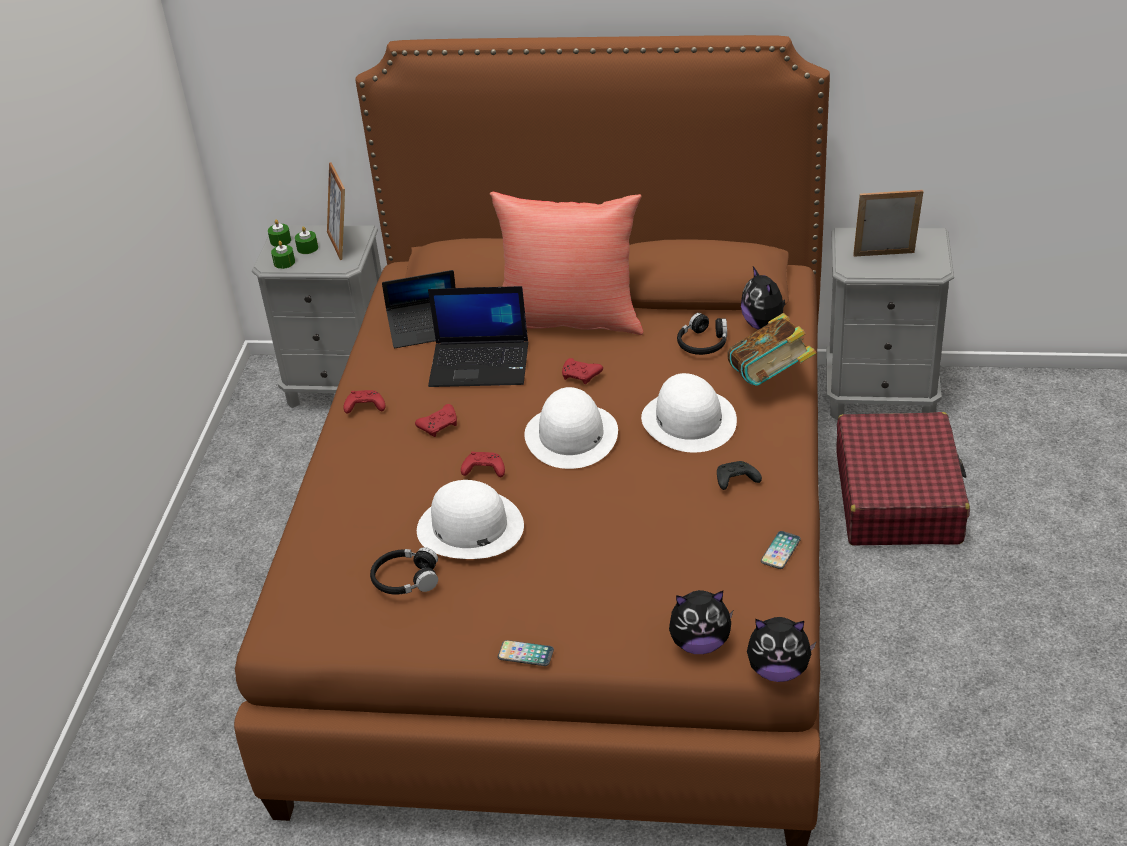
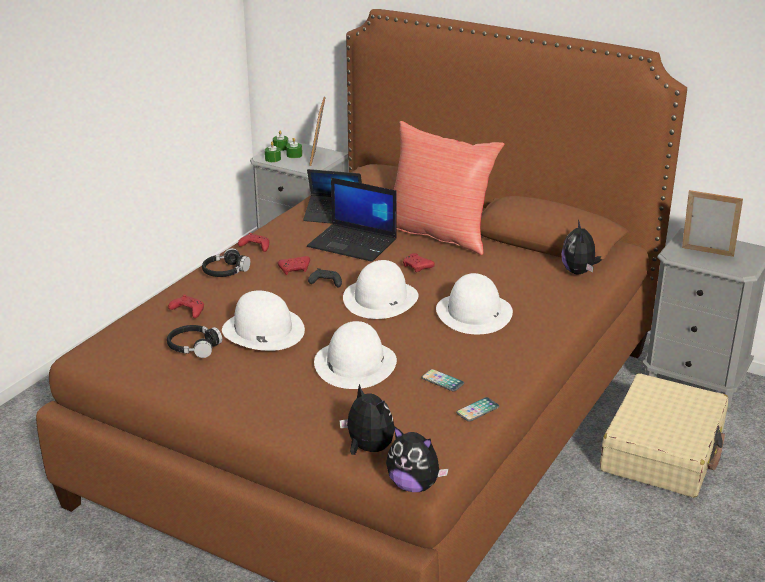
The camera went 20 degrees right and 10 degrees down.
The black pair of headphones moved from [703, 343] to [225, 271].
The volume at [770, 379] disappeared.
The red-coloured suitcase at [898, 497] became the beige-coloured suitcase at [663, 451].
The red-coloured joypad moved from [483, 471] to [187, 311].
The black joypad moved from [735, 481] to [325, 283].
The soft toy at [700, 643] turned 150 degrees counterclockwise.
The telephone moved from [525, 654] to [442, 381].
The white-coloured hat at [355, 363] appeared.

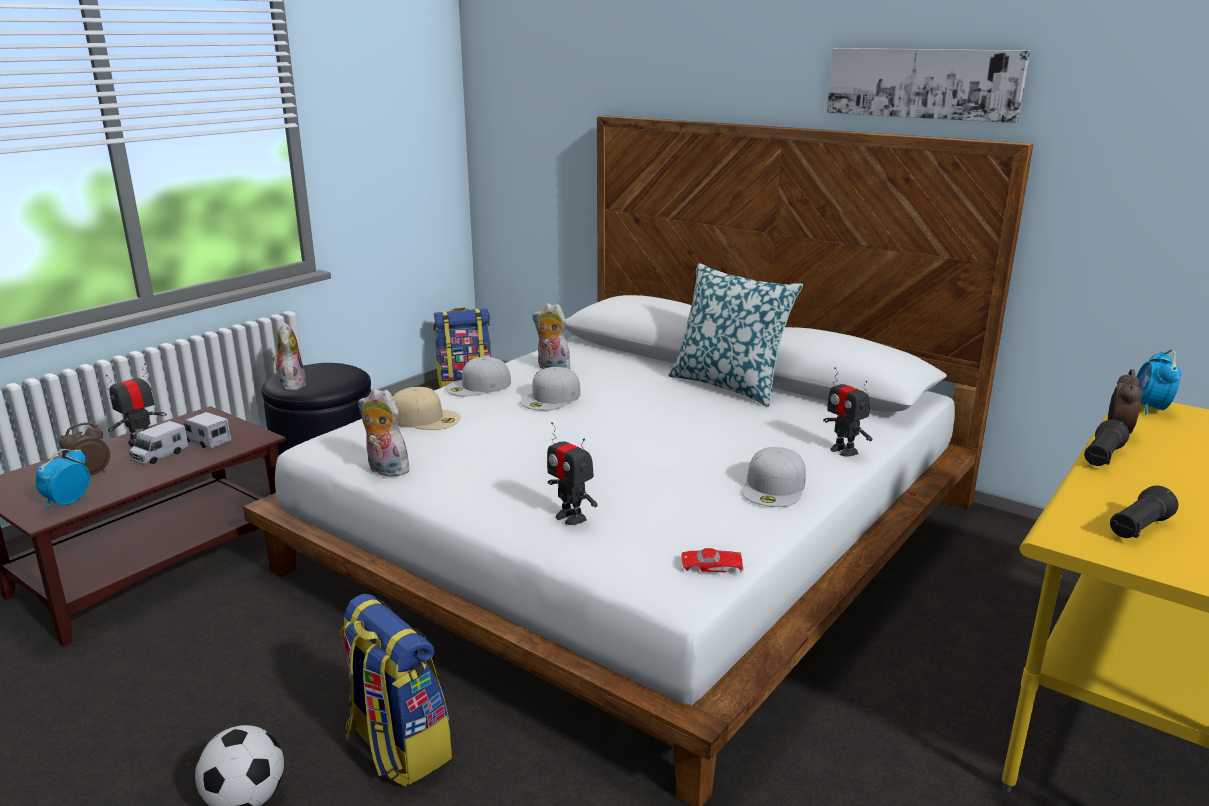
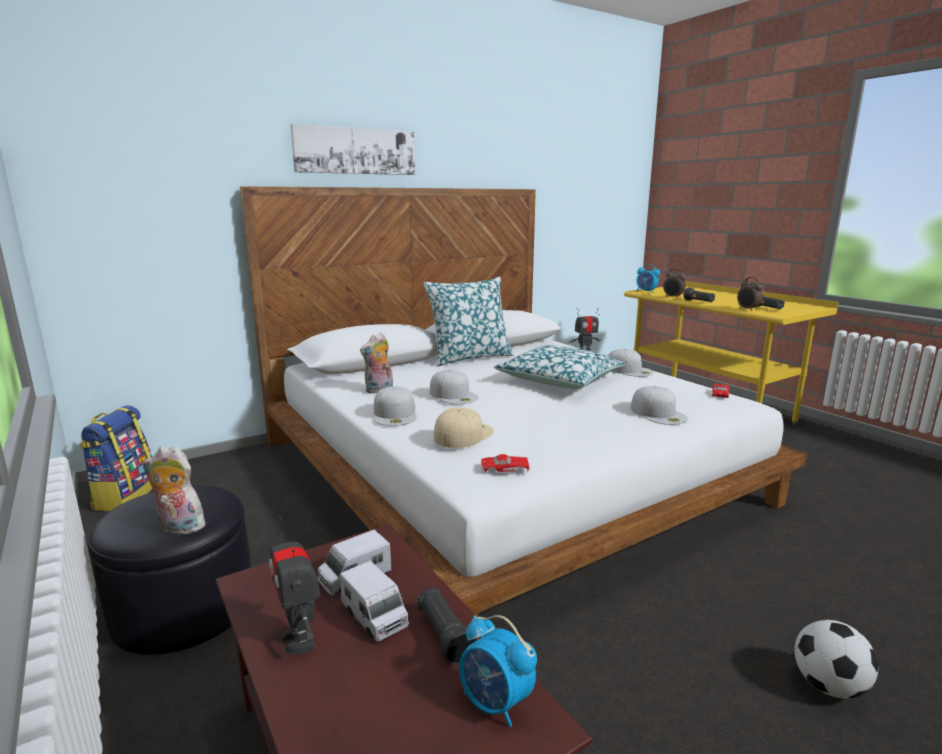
The camera went 70 degrees left and 5 degrees down.
The picture moved from [923, 83] to [355, 151].
The soft toy at [385, 470] disappeared.
The toy robot at [571, 517] was replaced by the white-coloured peaked cap at [658, 413].
The table clock moved from [90, 475] to [747, 309].
The knapsack at [397, 747] disappeared.
The pillow at [560, 380] appeared.
The red-coloured model car at [505, 468] appeared.
The black hand torch at [444, 635] appeared.

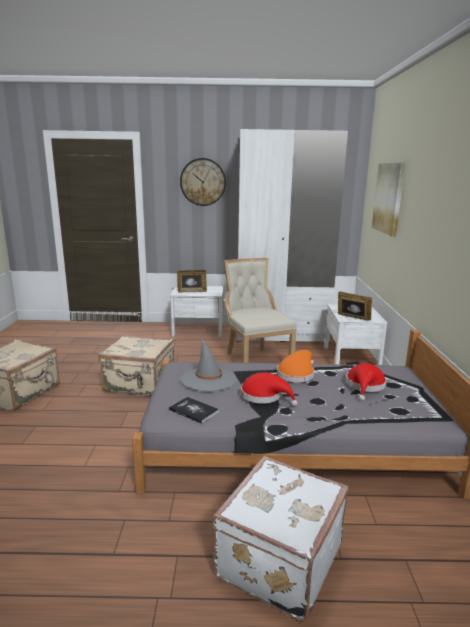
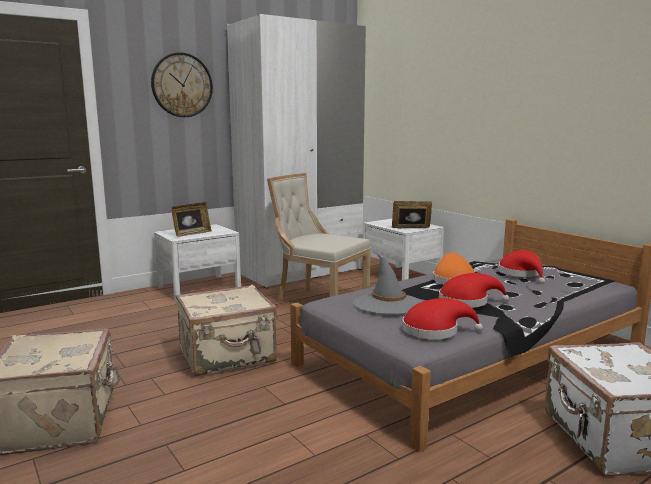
The camera went 35 degrees left and 5 degrees down.
The picture at [389, 198] disappeared.
The volume at [194, 411] was replaced by the red-coloured hat at [434, 330].

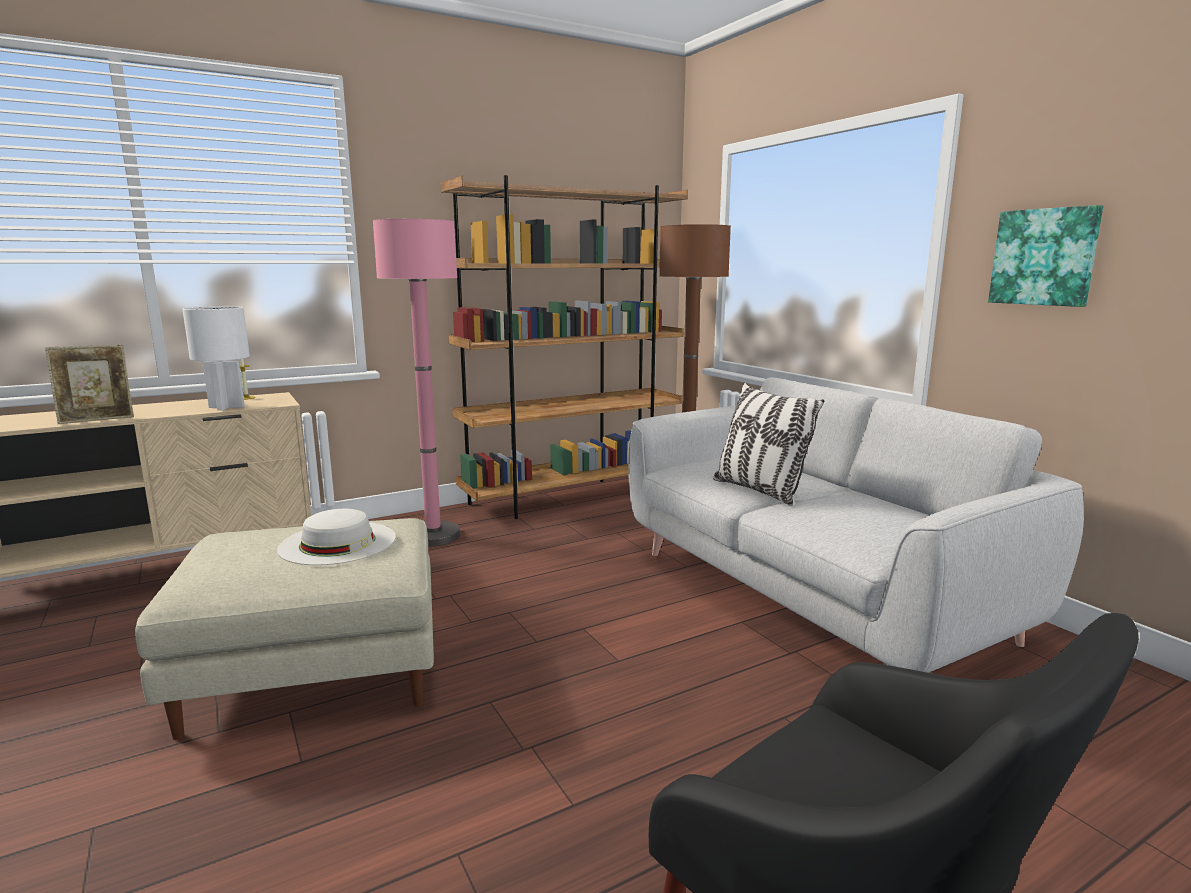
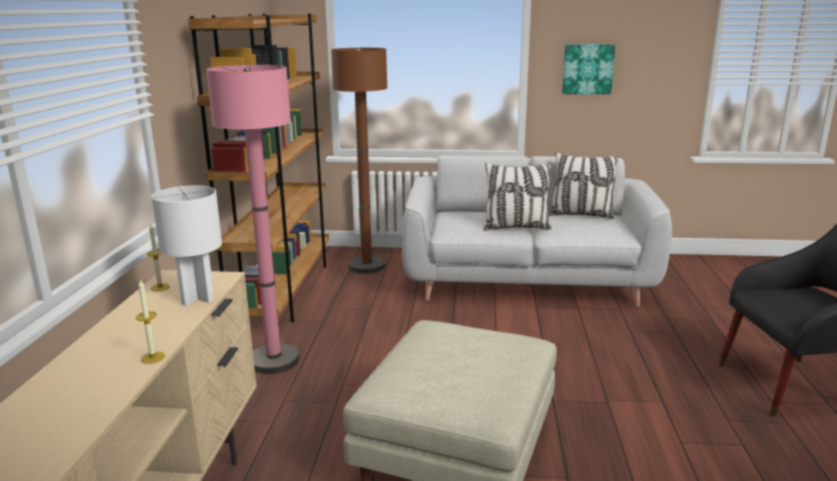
The camera went 55 degrees left and 5 degrees up.
The standing frame at [97, 420] was replaced by the candle at [153, 357].
The white-coloured hat at [338, 542] disappeared.
The pillow at [581, 215] appeared.

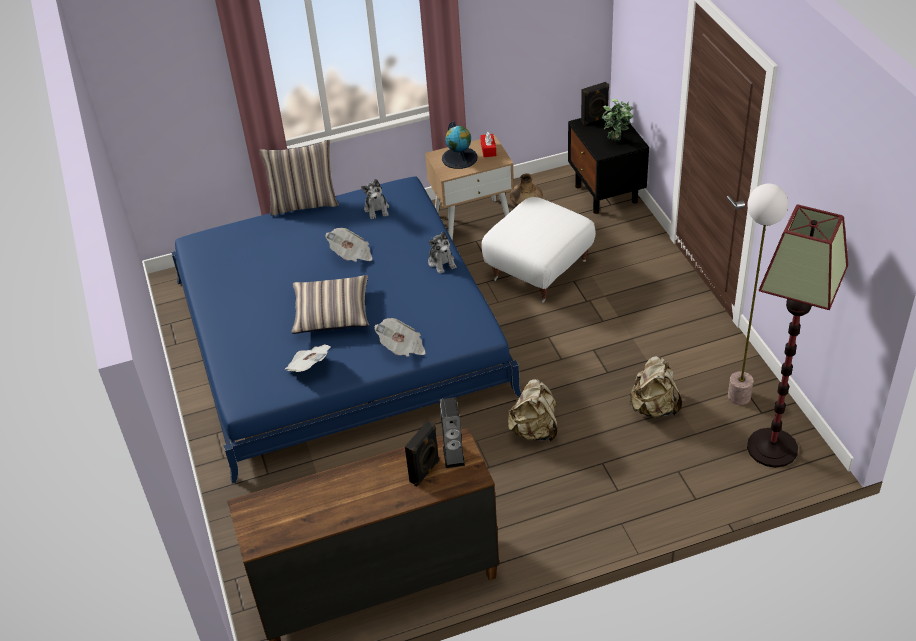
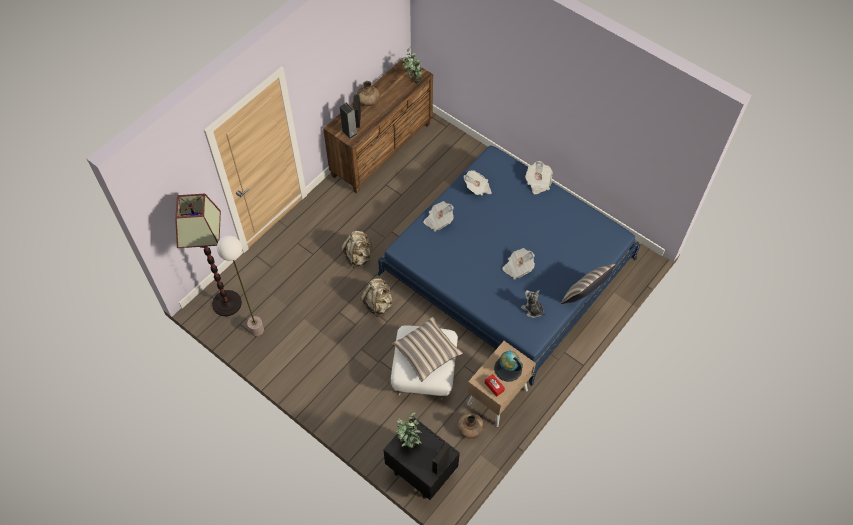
The camera went 145 degrees right and 15 degrees up.
The soft toy at [442, 262] disappeared.
The pillow moved from [332, 312] to [427, 352].
The beige-coloured knapsack moved from [653, 407] to [378, 304].
The potted plant at [412, 80] appeared.
The brown-coloured flower vase at [368, 101] appeared.
The daily paper at [538, 183] appeared.

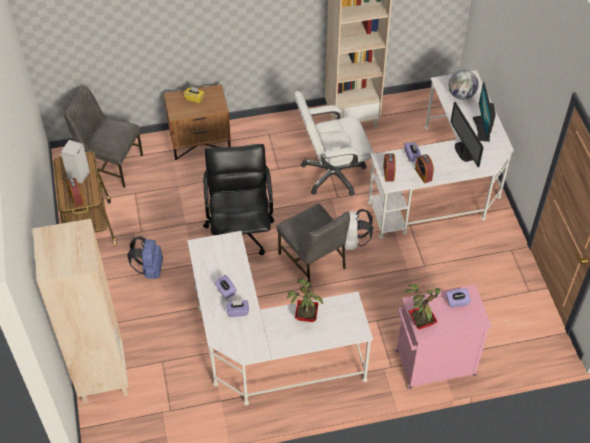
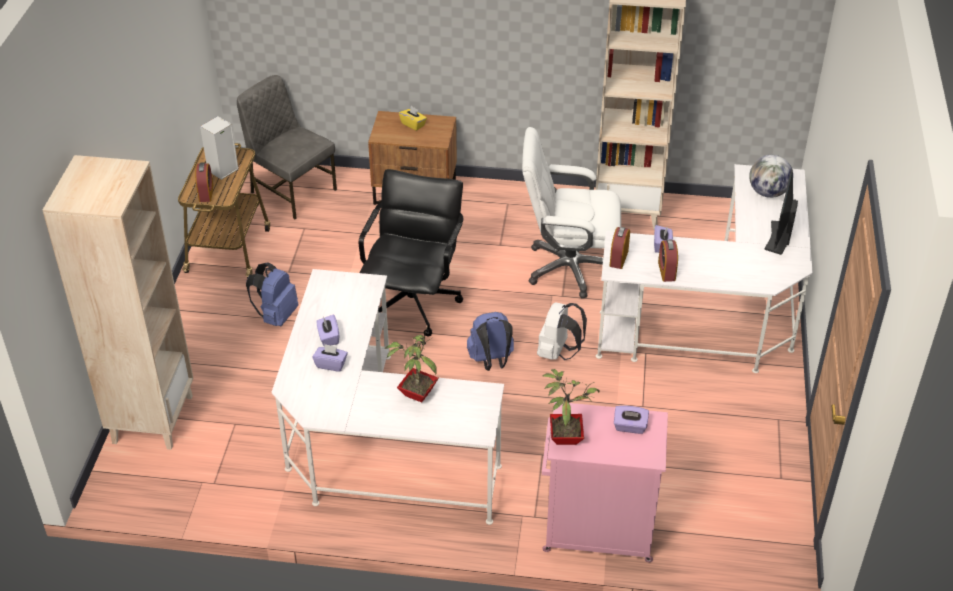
The camera went 20 degrees right and 10 degrees down.
The monitor at [463, 152] disappeared.
The greyish upright chair at [313, 261] was replaced by the blue-coloured knapsack at [491, 361].

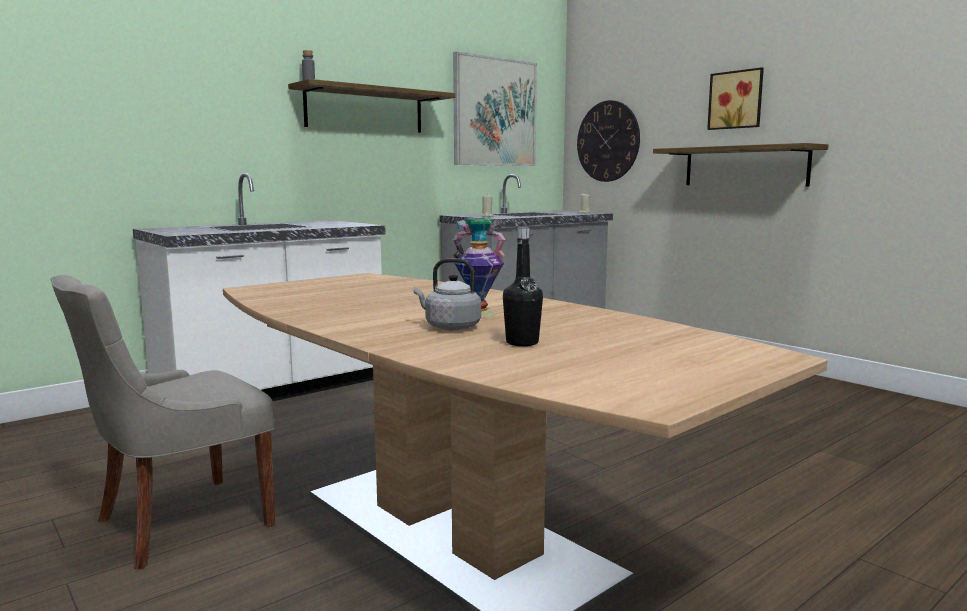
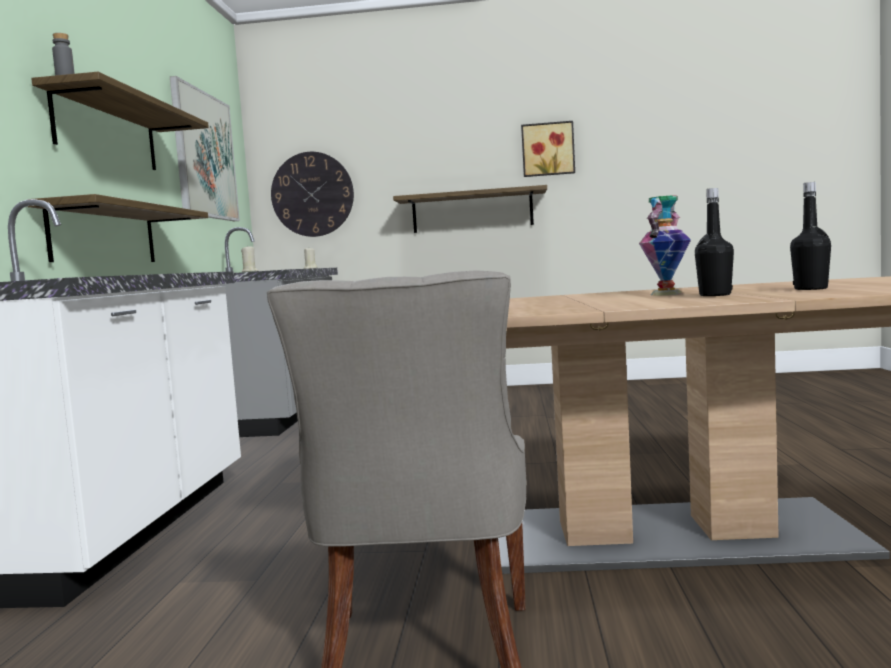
The camera went 45 degrees left and 5 degrees down.
The picture moved from [736, 100] to [548, 149].
The greyish tea kettle at [449, 327] was replaced by the black drink bottle at [715, 295].
The wall shelf at [104, 235] appeared.

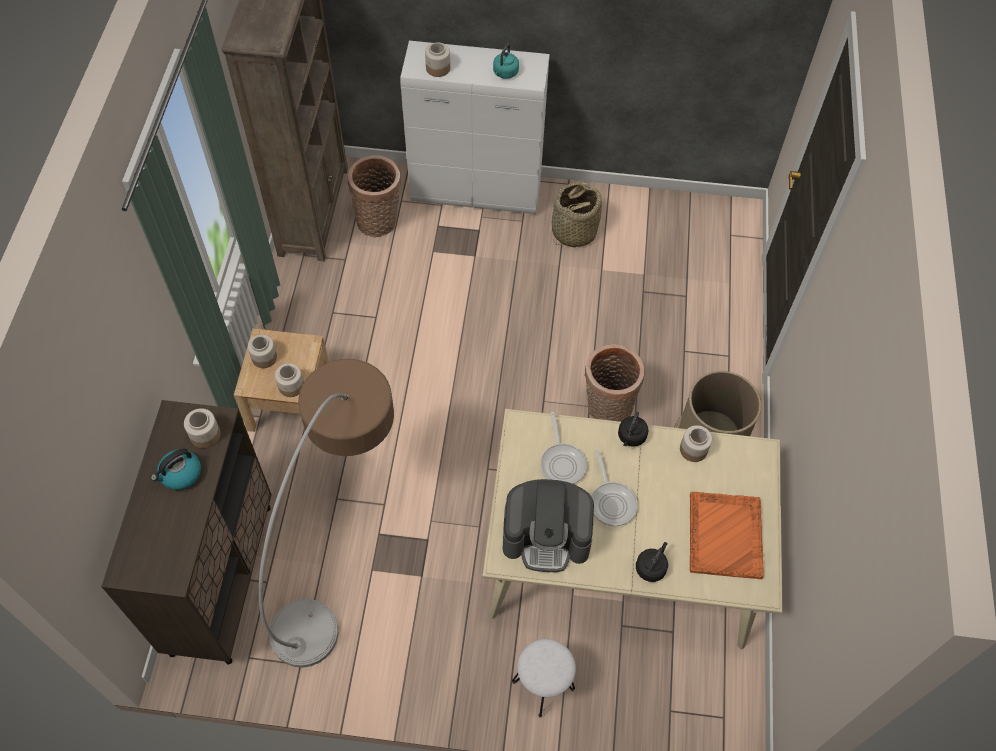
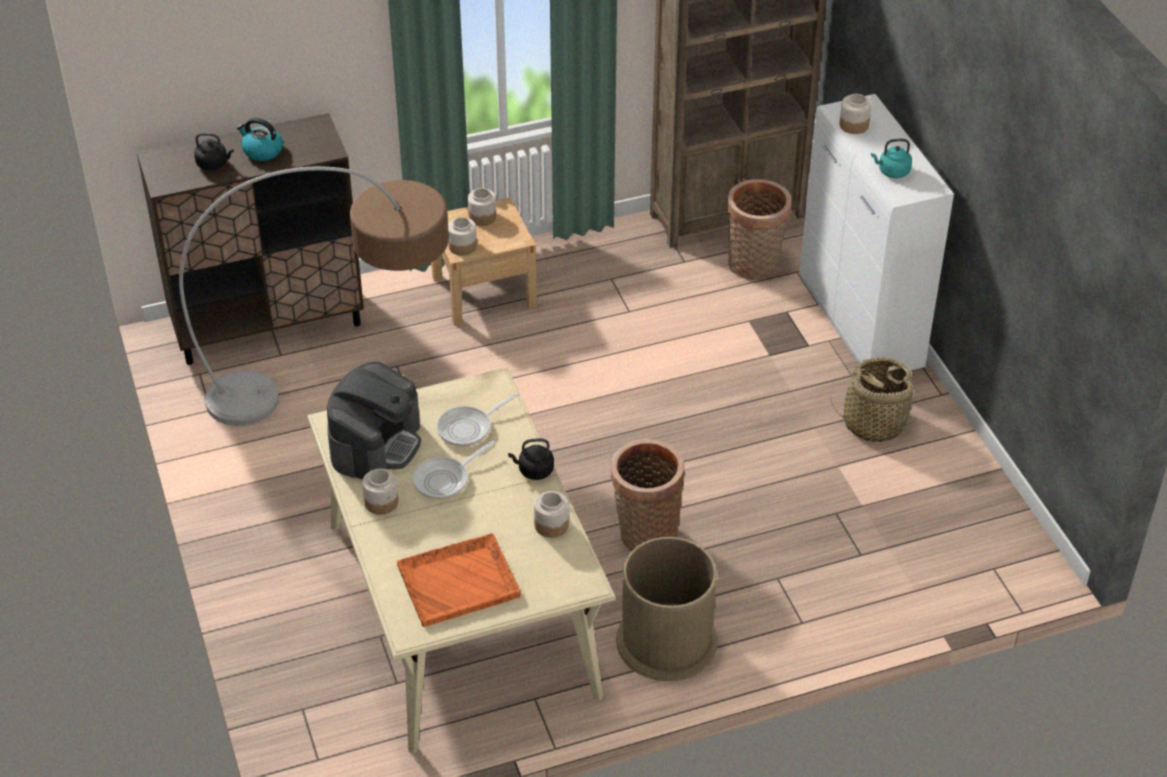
The camera went 65 degrees right and 15 degrees down.
The jar moved from [205, 435] to [382, 502].
The coffee machine at [547, 536] turned 135 degrees counterclockwise.
The black tea kettle moved from [651, 567] to [214, 164].
The white-coloured stool at [542, 686] disappeared.

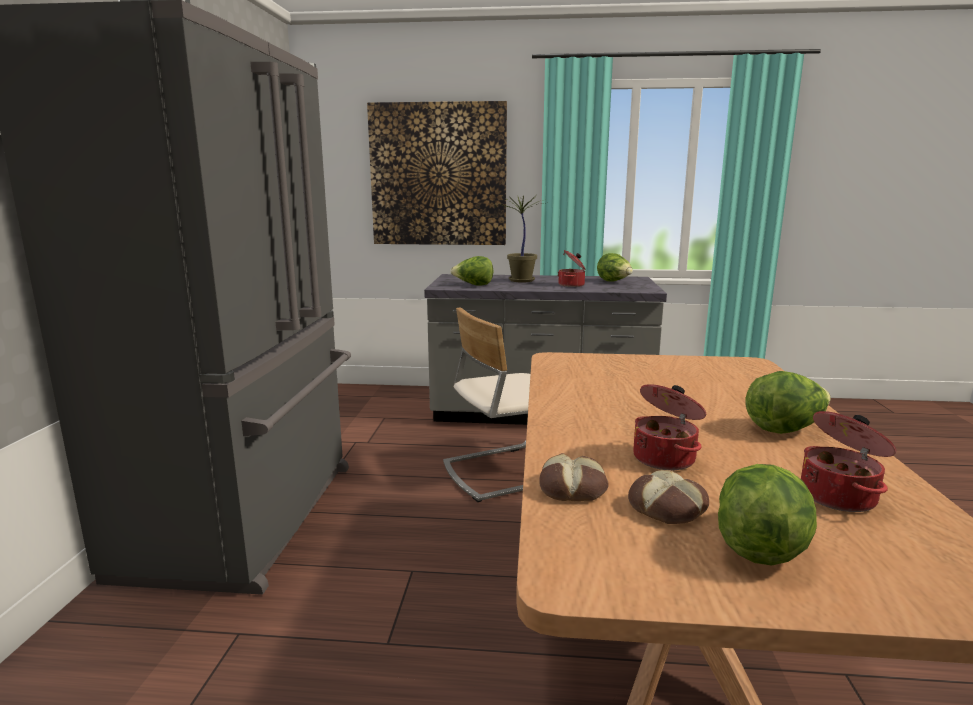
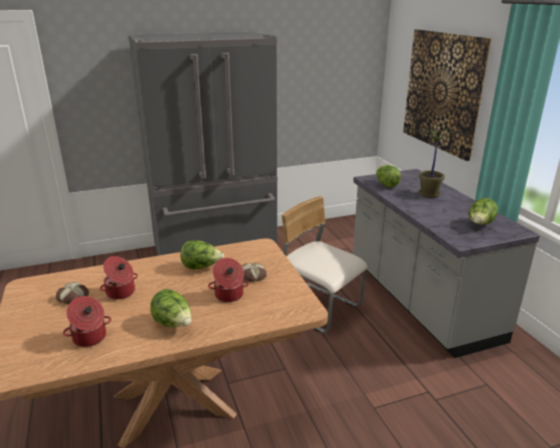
The camera went 65 degrees right and 10 degrees up.
The stockpot moved from [572, 285] to [229, 295].
The baked bread moved from [573, 487] to [252, 276].
The head of lettuce moved from [760, 545] to [201, 267].

